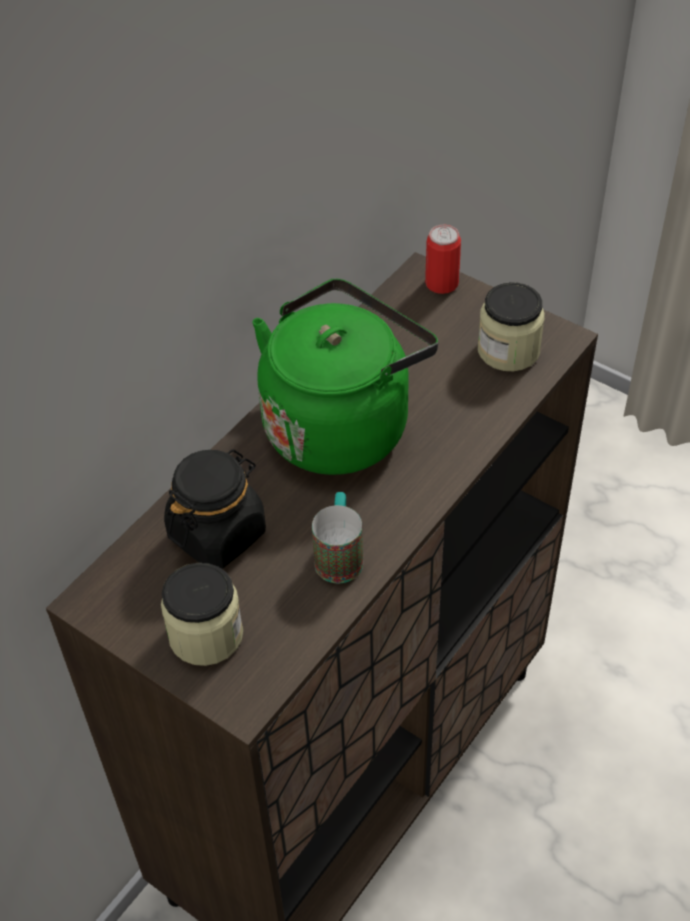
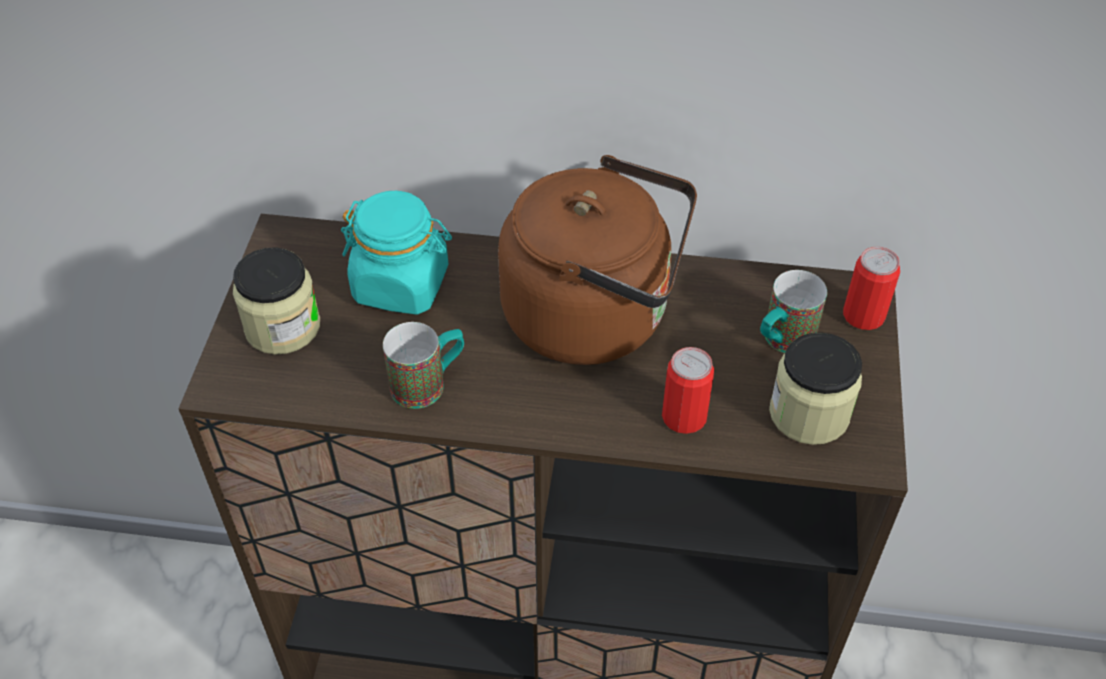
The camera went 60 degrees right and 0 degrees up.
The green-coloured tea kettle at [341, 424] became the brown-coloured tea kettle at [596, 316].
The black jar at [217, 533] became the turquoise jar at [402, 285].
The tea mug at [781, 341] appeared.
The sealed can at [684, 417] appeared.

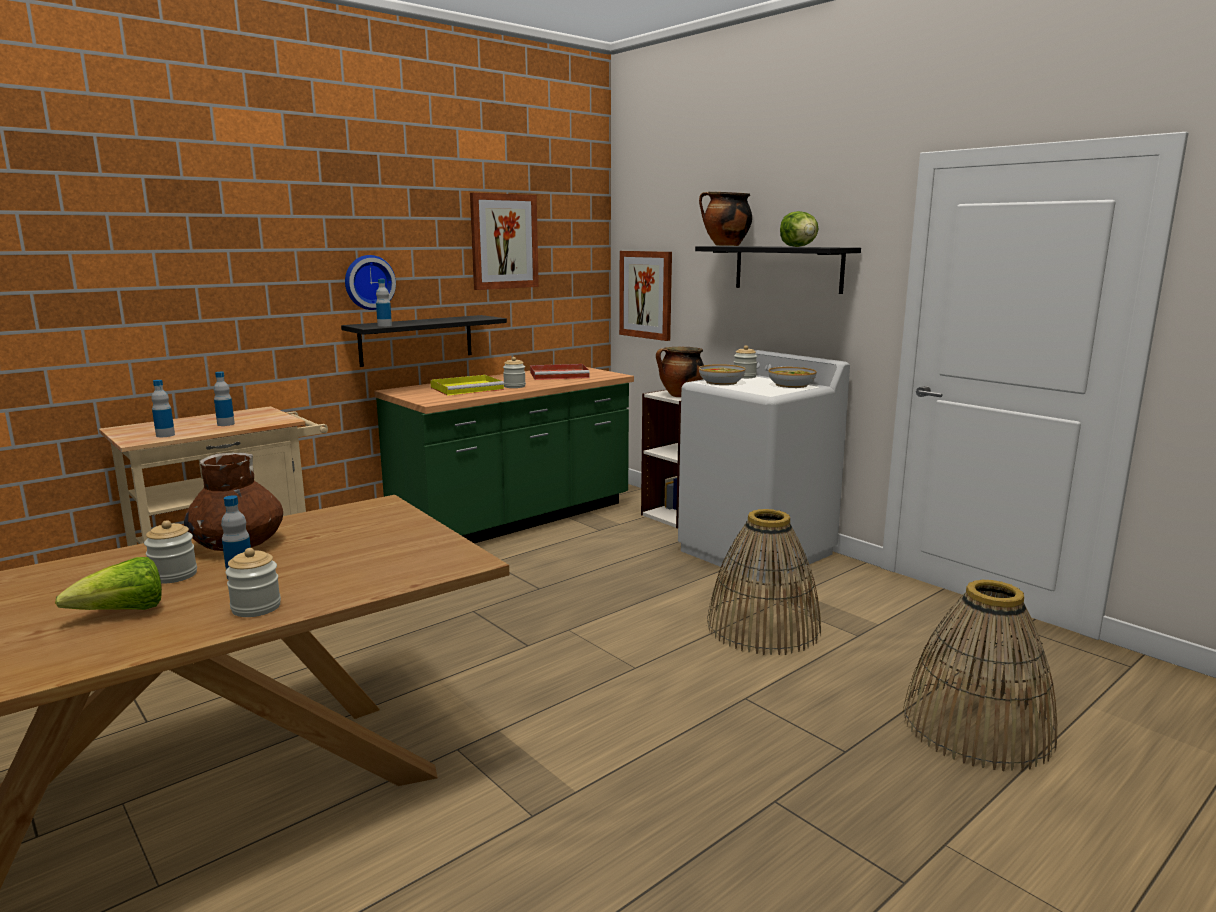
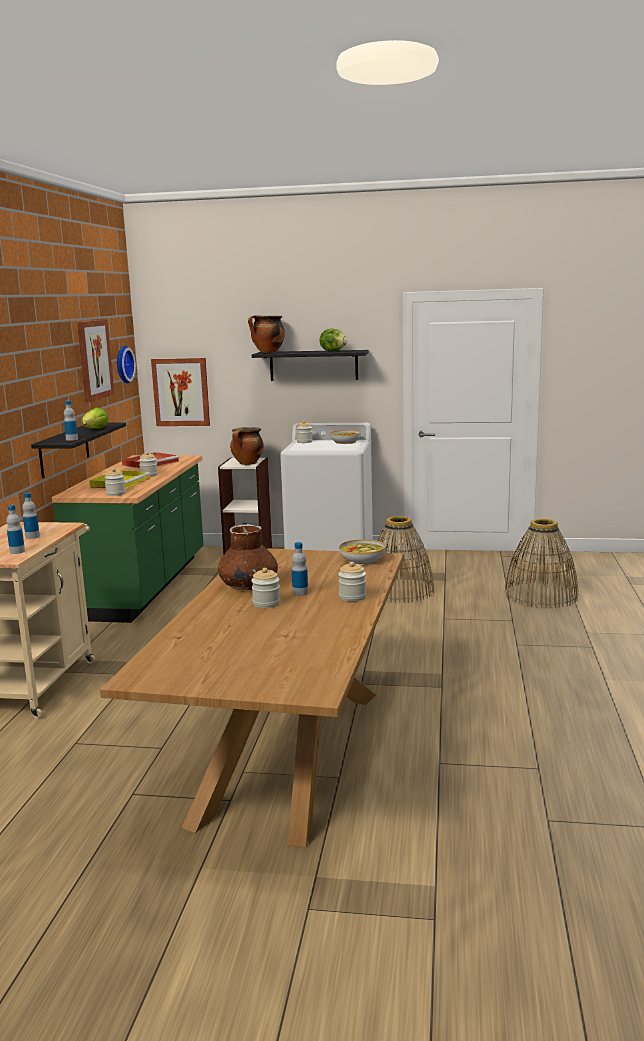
The camera went 40 degrees left and 0 degrees up.
The clock on the wall moved from [368, 282] to [122, 364].
The serving bowl moved from [721, 382] to [362, 560].
The head of lettuce moved from [123, 613] to [95, 429].
The jar at [115, 493] appeared.

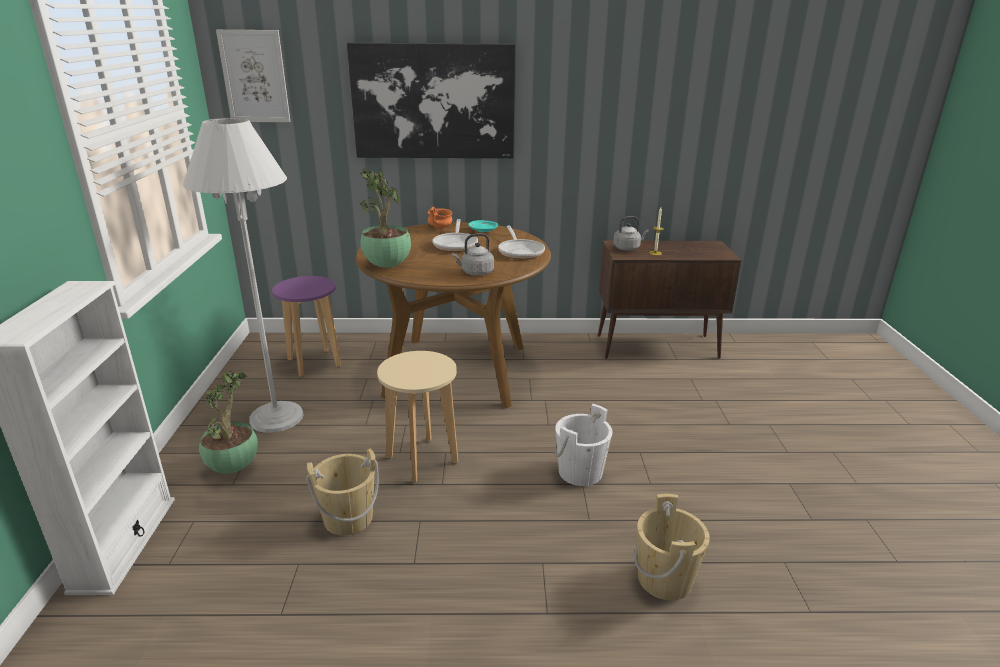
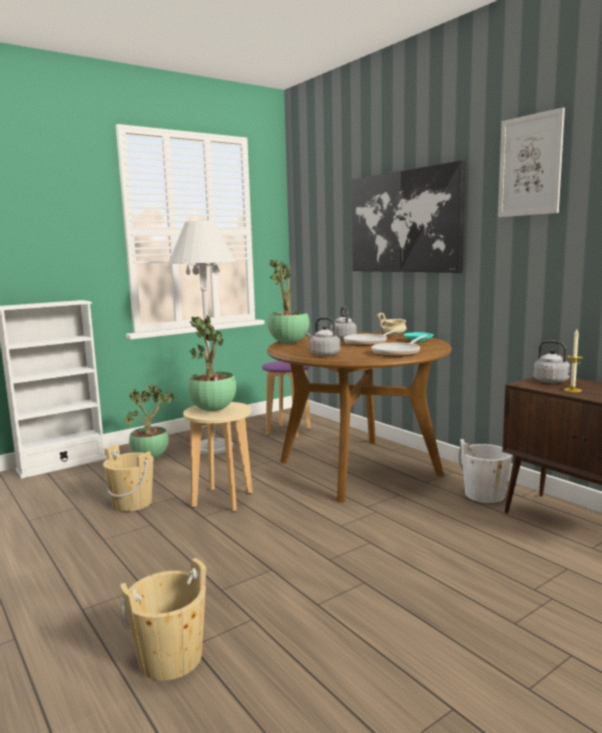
The camera went 55 degrees right and 15 degrees down.
The picture moved from [254, 77] to [530, 165].
The orange serving bowl at [440, 227] became the beige-coloured serving bowl at [393, 335].
The white-coloured bucket moved from [580, 472] to [485, 495].
The greyish tea kettle at [343, 338] appeared.
The potted plant at [214, 410] appeared.

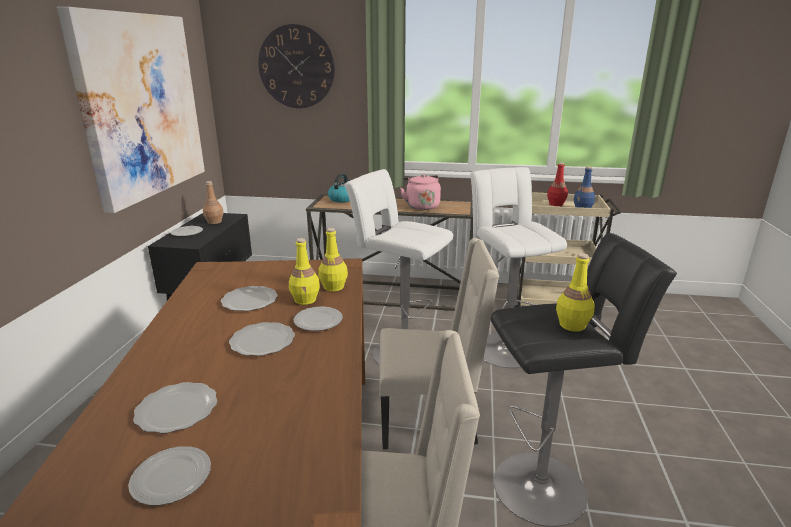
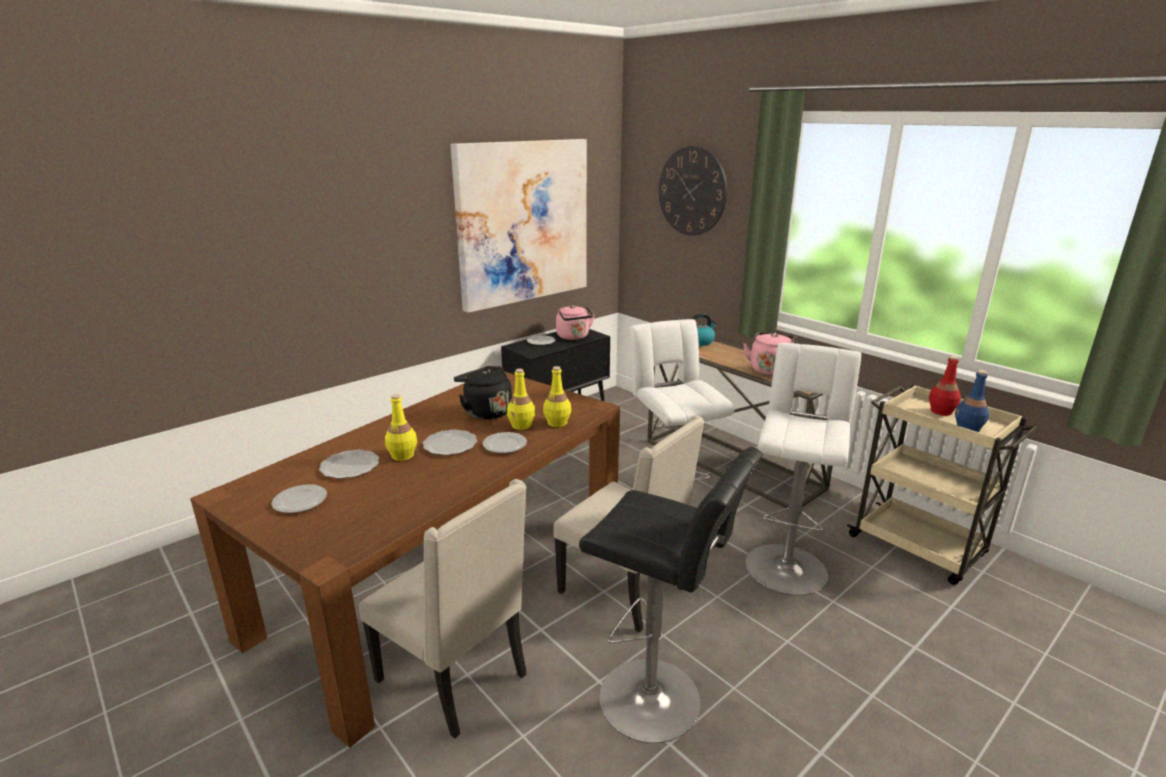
The camera went 40 degrees right and 0 degrees up.
The brown-coloured drink bottle at [214, 222] was replaced by the pink tea kettle at [574, 337].
The yellowish drink bottle moved from [572, 325] to [402, 455].
The dinner plate at [249, 300] was replaced by the black tea kettle at [485, 412].

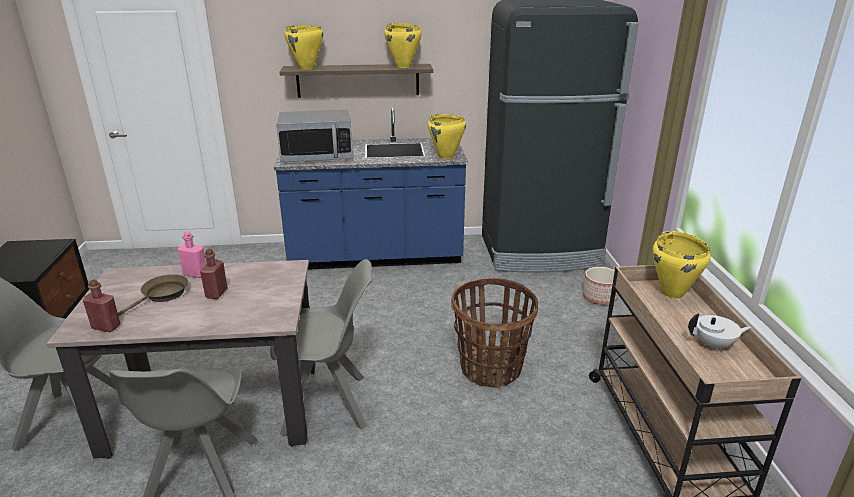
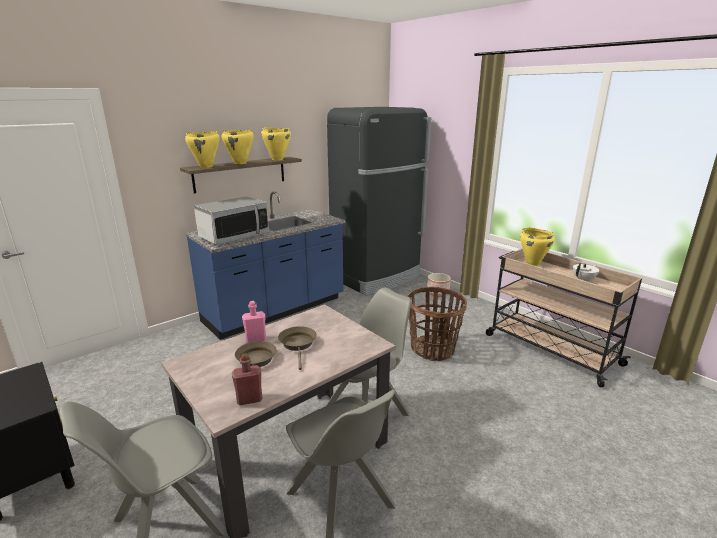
The camera went 35 degrees left and 5 degrees down.
The yellowish stockpot moved from [446, 156] to [240, 163].
The red-coloured drink bottle at [216, 293] was replaced by the brown-coloured frying pan at [298, 345].

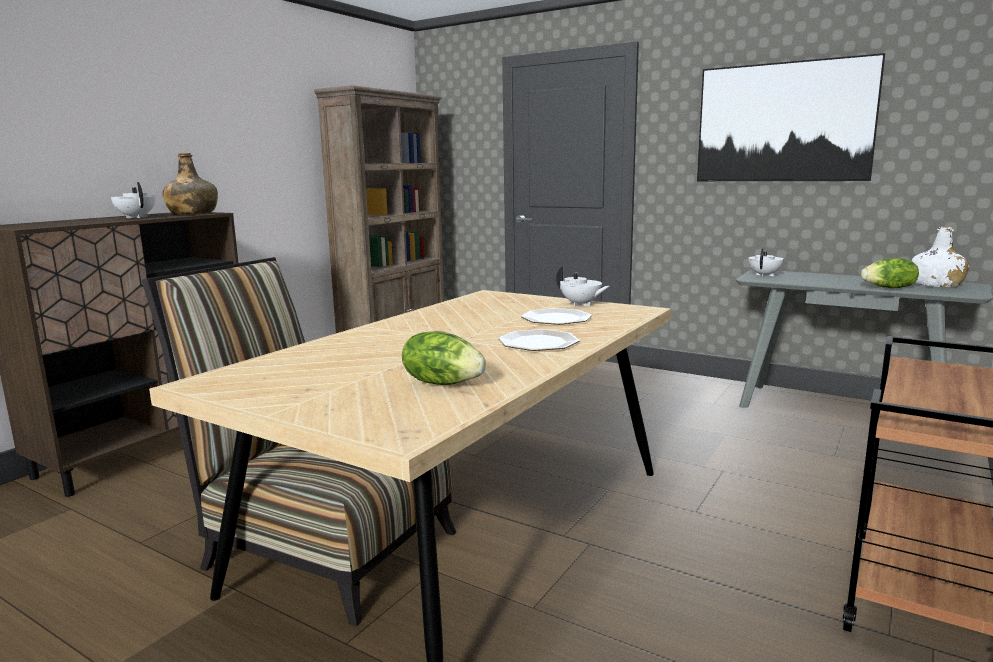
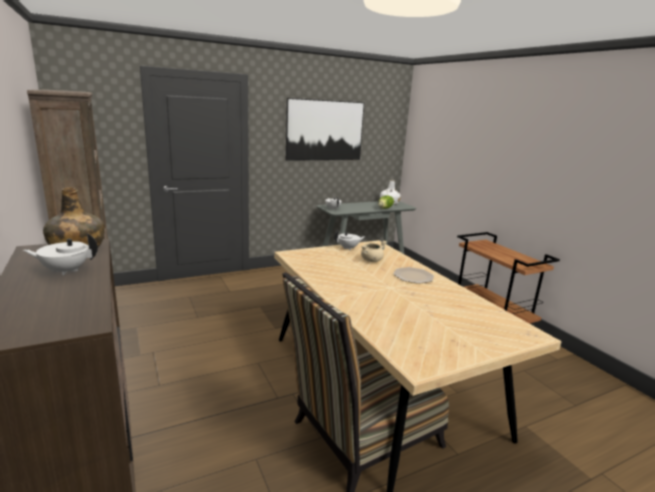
The camera went 60 degrees left and 5 degrees up.
The dinner plate at [557, 318] was replaced by the beige-coloured stockpot at [371, 260].
The head of lettuce at [443, 382] disappeared.

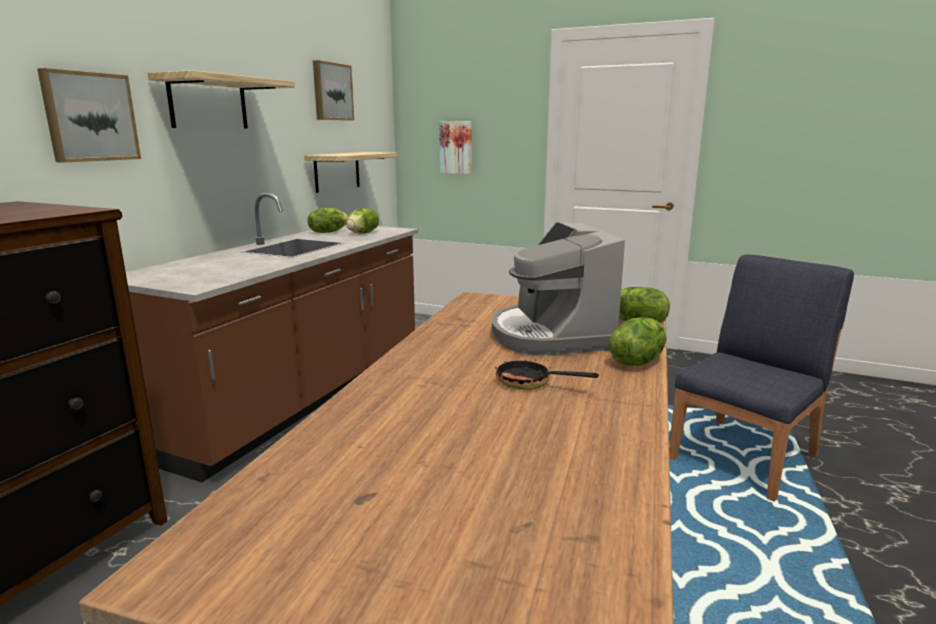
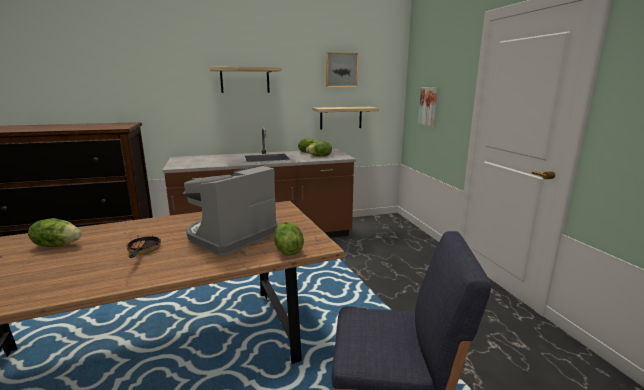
The camera went 50 degrees right and 0 degrees up.
The picture at [89, 117] disappeared.
The head of lettuce moved from [637, 361] to [57, 245].

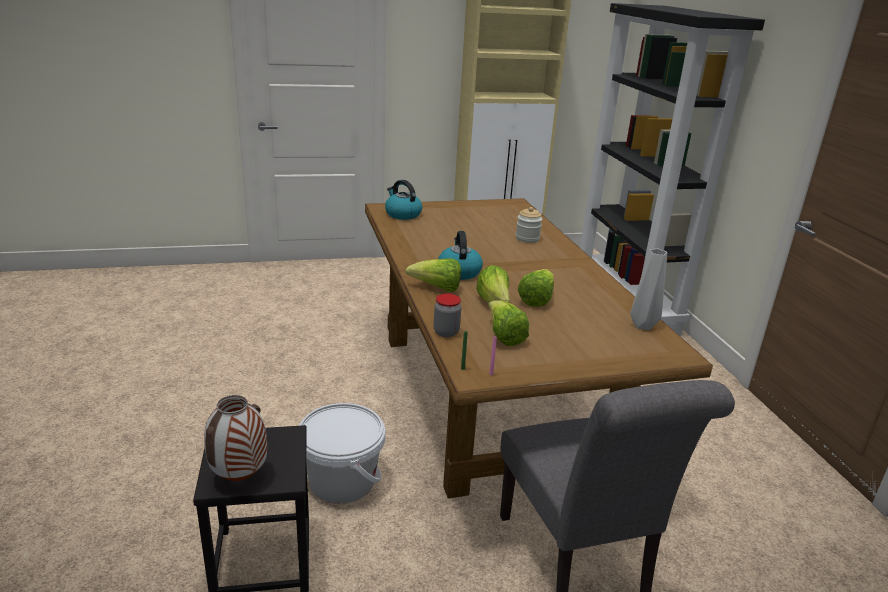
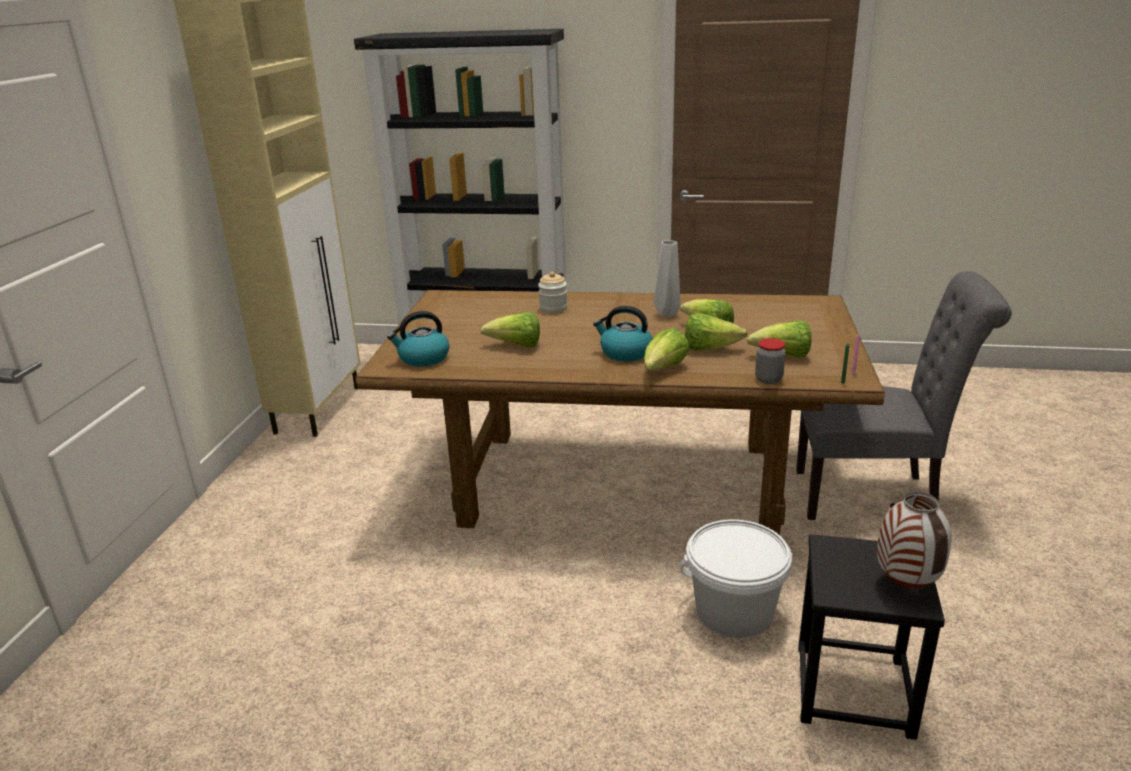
The camera went 65 degrees left and 0 degrees up.
The greyish flower vase moved from [643, 326] to [668, 314].
The head of lettuce at [516, 346] appeared.

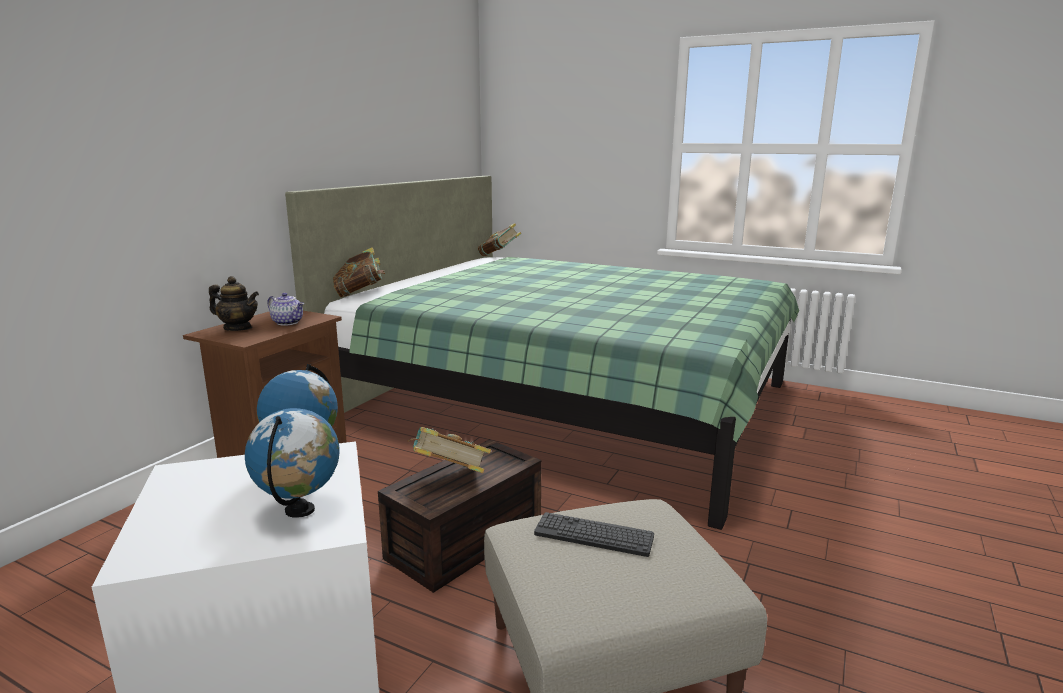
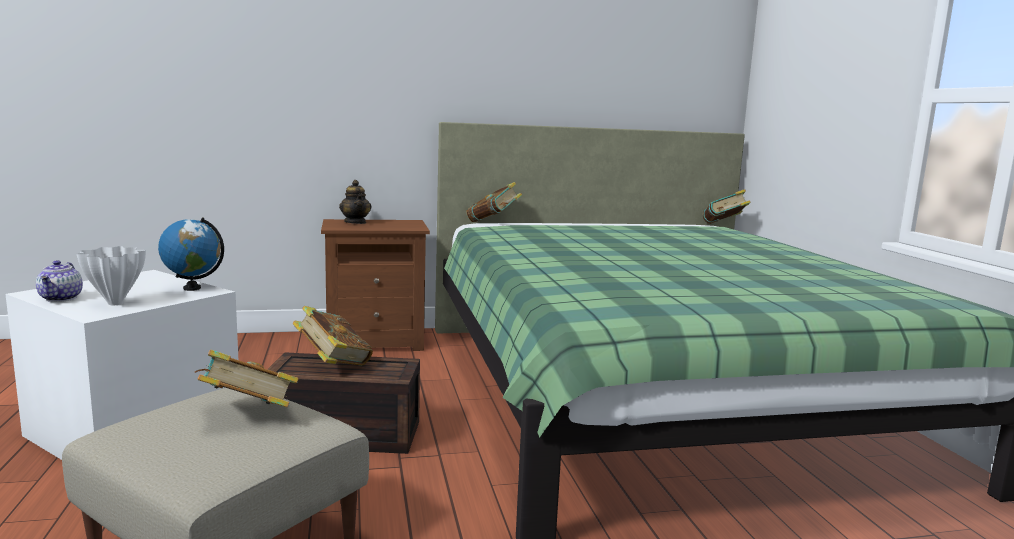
The camera went 50 degrees right and 5 degrees down.
The teapot moved from [288, 322] to [62, 298].
The desk globe at [300, 511] was replaced by the white-coloured flower vase at [116, 303].
The PC keyboard at [593, 535] was replaced by the volume at [247, 415].

